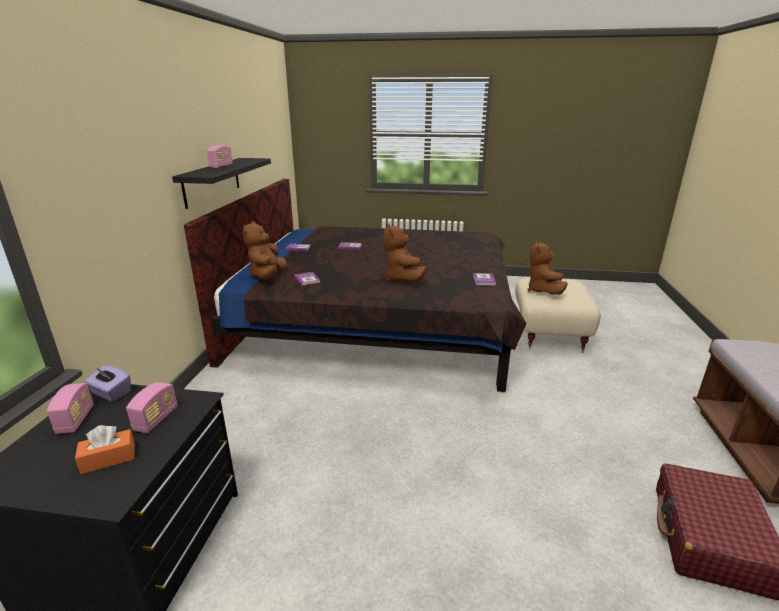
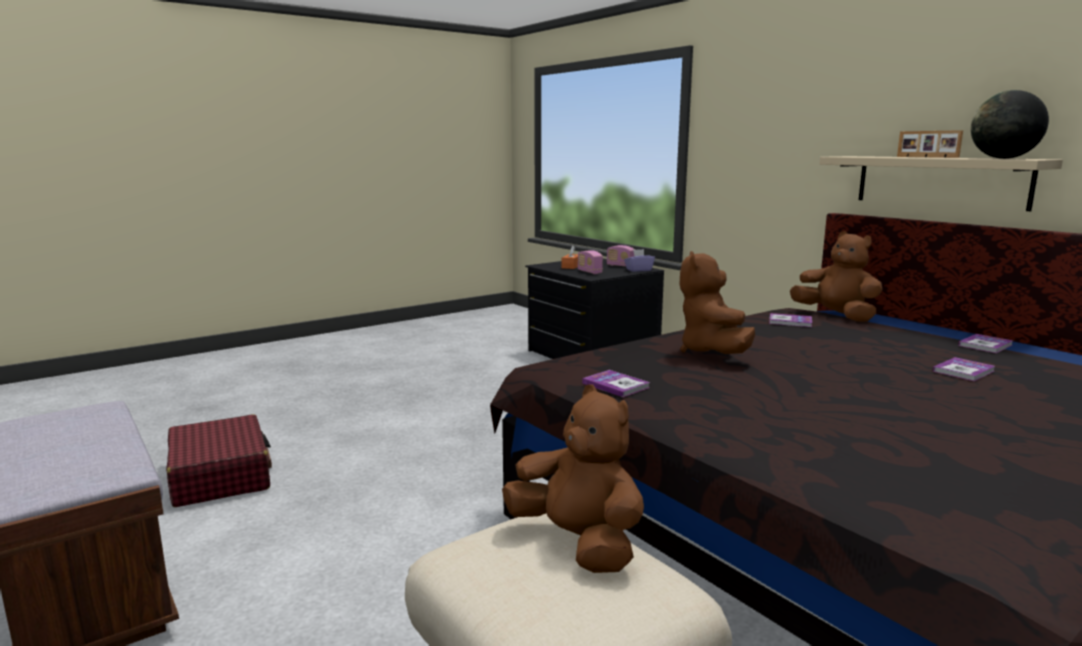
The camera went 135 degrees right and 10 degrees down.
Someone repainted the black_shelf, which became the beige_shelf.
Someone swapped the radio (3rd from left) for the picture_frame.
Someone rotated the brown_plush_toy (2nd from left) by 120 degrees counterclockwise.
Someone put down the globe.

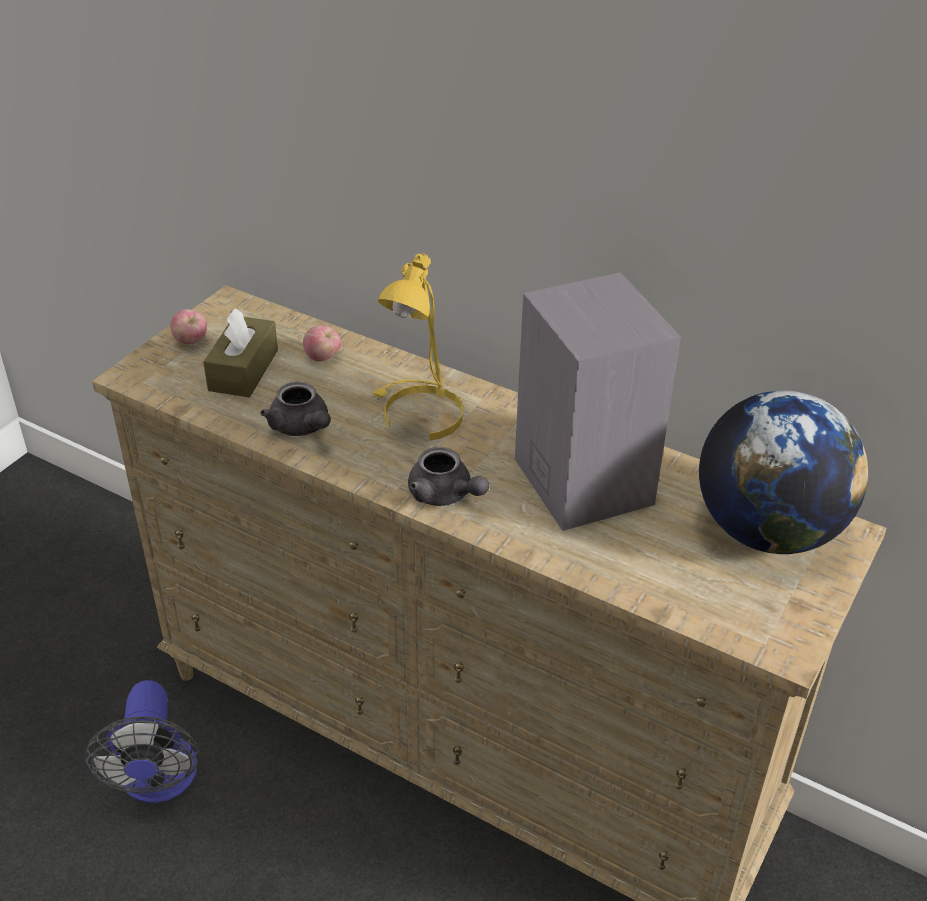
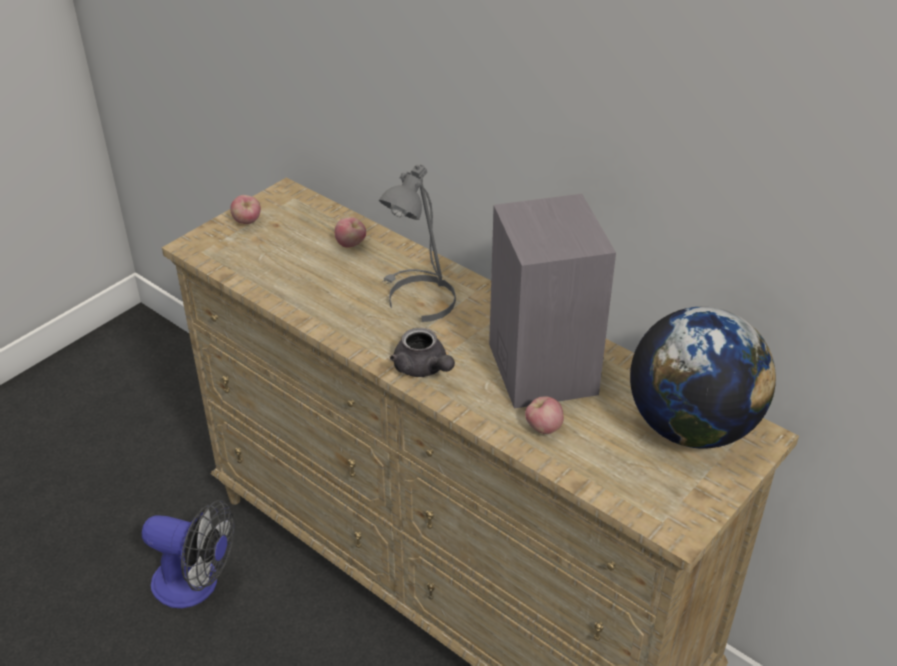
The camera went 10 degrees right and 0 degrees up.
Someone rotated the fan by 75 degrees counterclockwise.
Someone took away the brown_tissue_box.
Someone took away the grey_teapot (1st from left).
Someone repainted the yellow_table_lamp, which became the grey_table_lamp.
Someone put down the apple (3rd from left).

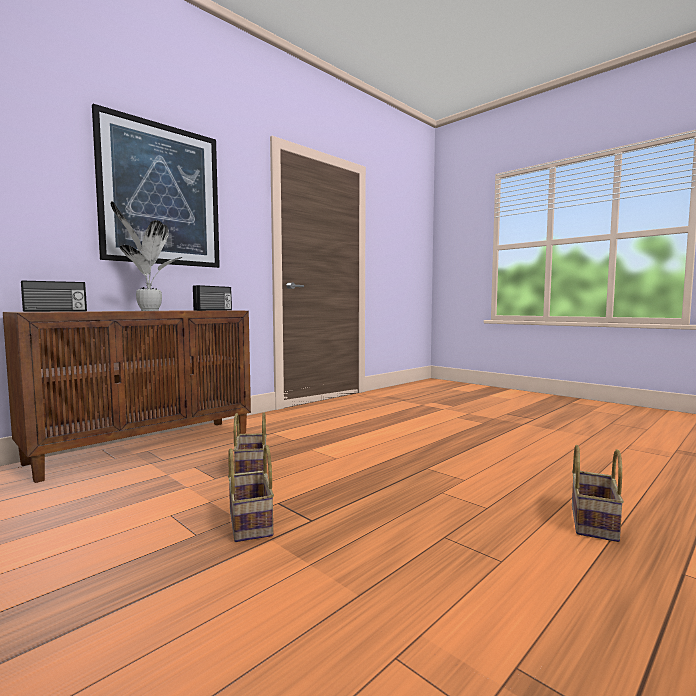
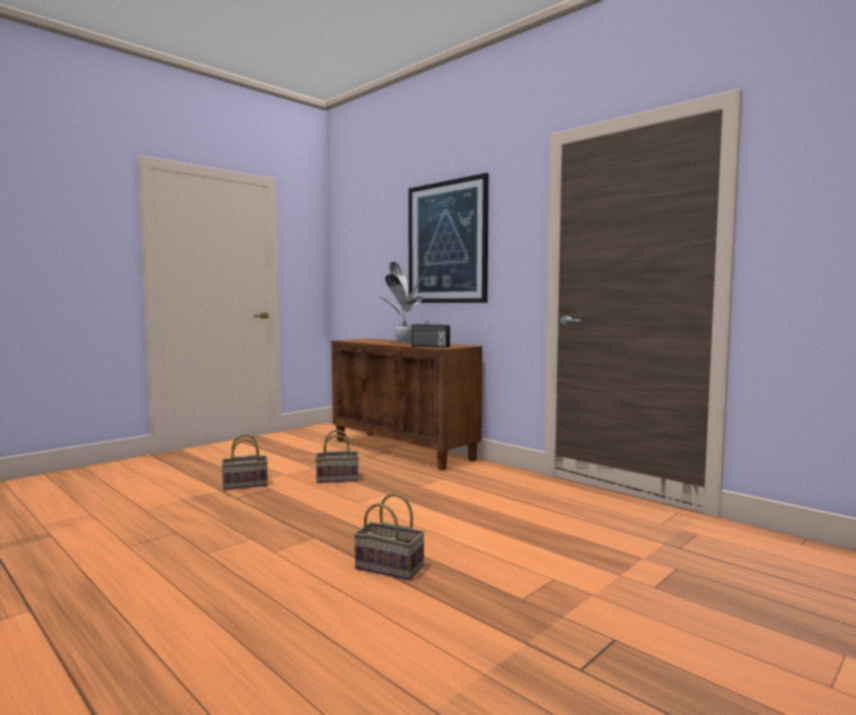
The camera went 90 degrees right and 0 degrees up.
Someone took away the radio (1st from left).
Someone carried the basket (3rd from left).

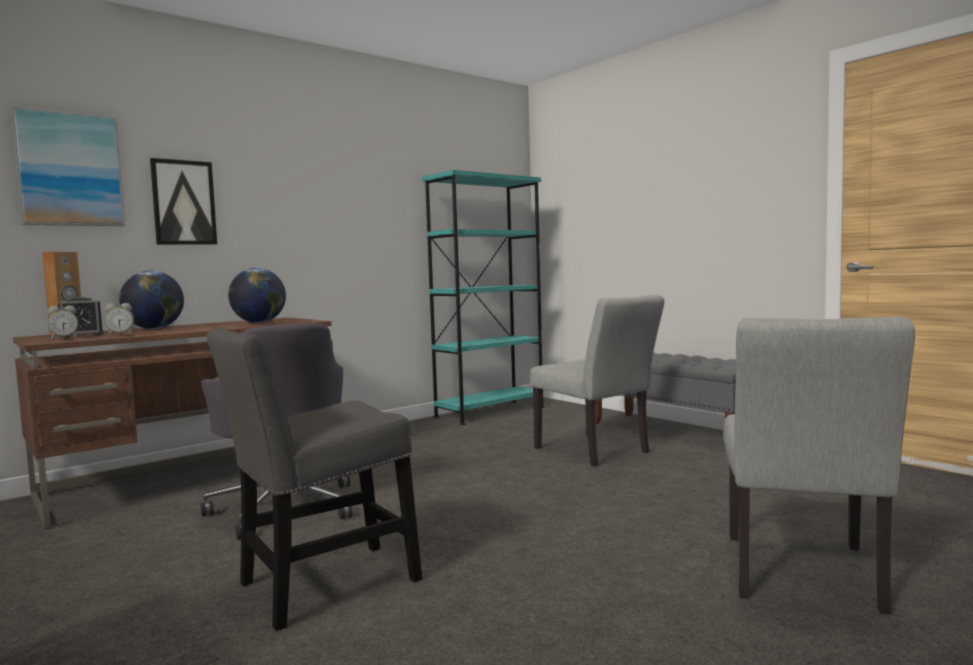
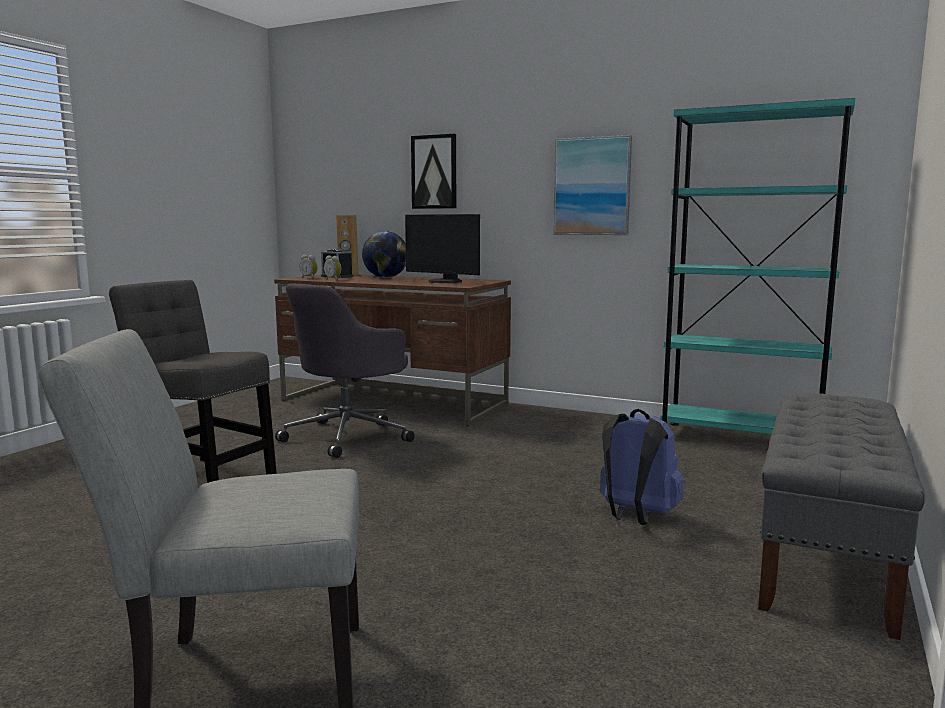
The camera went 65 degrees right and 5 degrees up.
Someone carried the picture (1st from left in the first image).
Someone swapped the globe (2nd from left) for the monitor.
Someone swapped the grey_chair (2nd from left) for the blue_backpack.

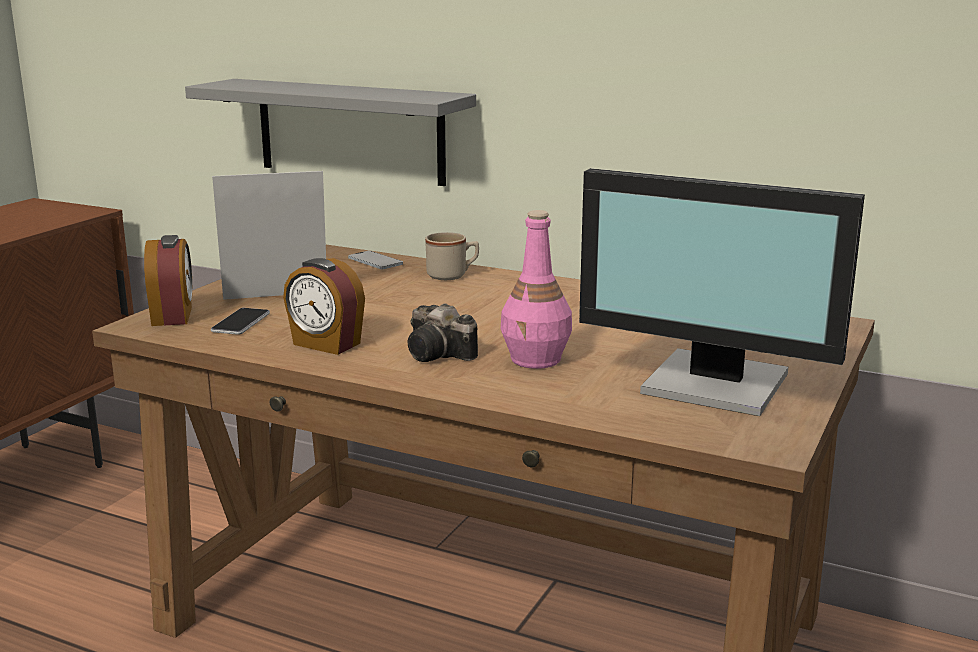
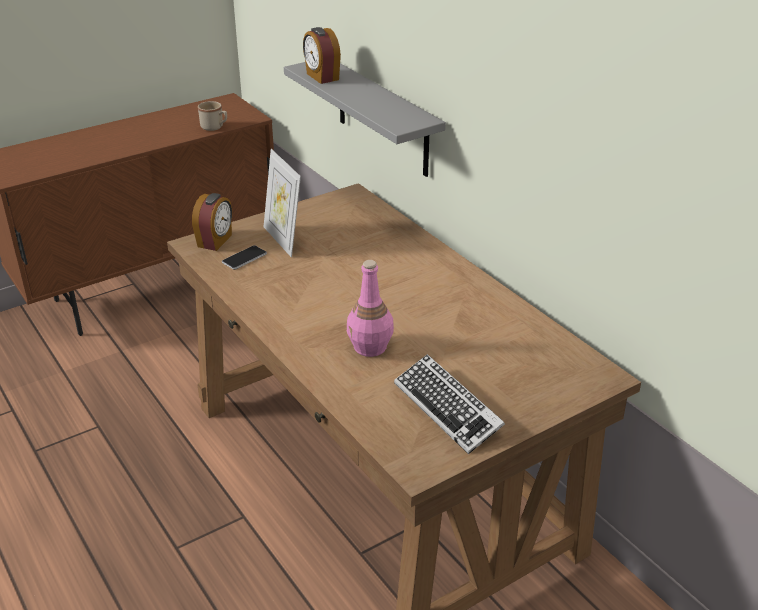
The camera went 30 degrees right and 15 degrees up.
Someone rotated the picture_frame by 135 degrees counterclockwise.
Someone carried the alarm_clock (2nd from left).
Someone took away the phone (2nd from left).
Someone took away the photo_camera.
Someone carried the beige_mug.
Someone swapped the monitor for the keyboard.

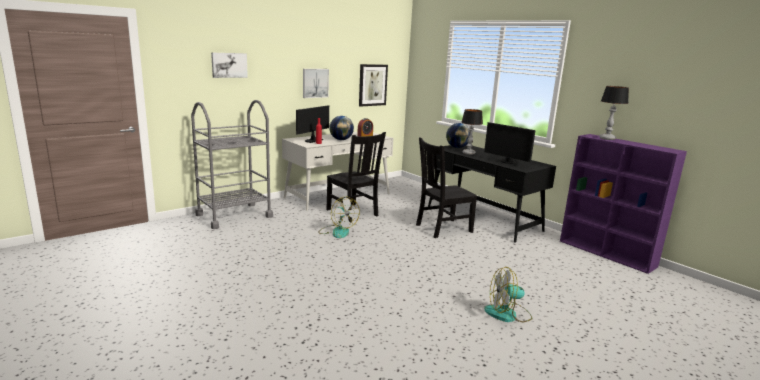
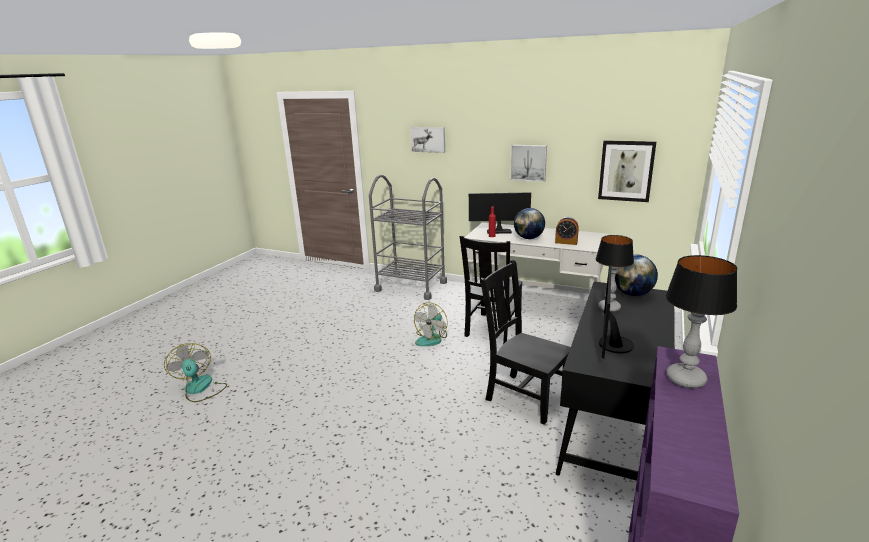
The camera went 65 degrees right and 5 degrees up.
Someone carried the fan (2nd from left in the first image).

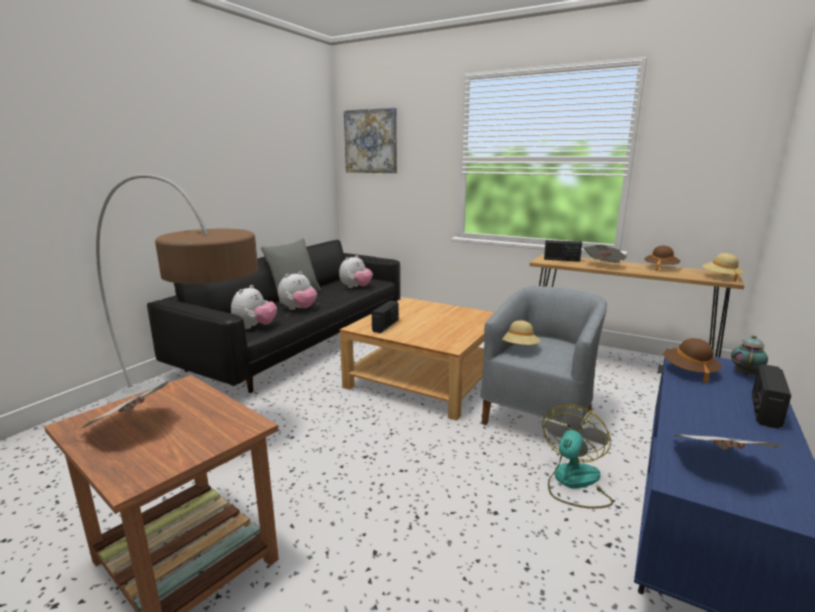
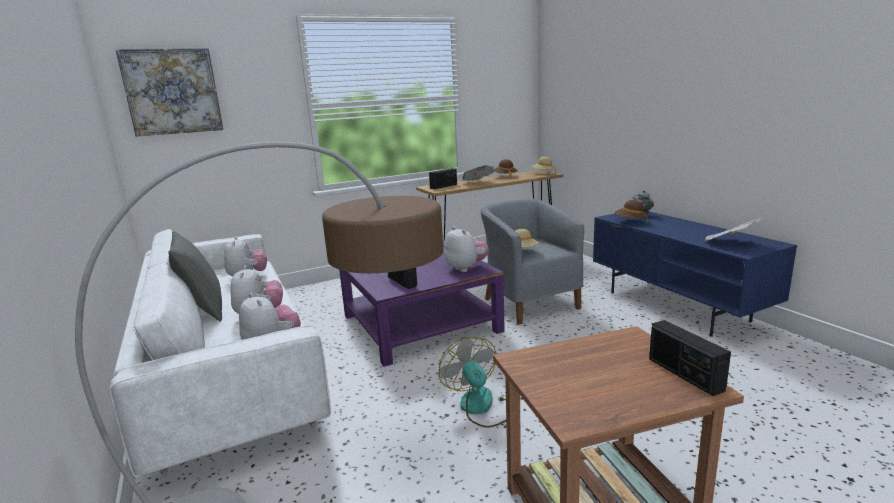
The camera went 55 degrees left and 0 degrees up.
Someone took away the newspaper (1st from left).
Someone repainted the black_sofa, which became the white_sofa.
Someone repainted the beige_coffee_table, which became the purple_coffee_table.
Someone carried the fan.
Someone carried the radio (3rd from left).
Someone put down the plush_toy (4th from left).

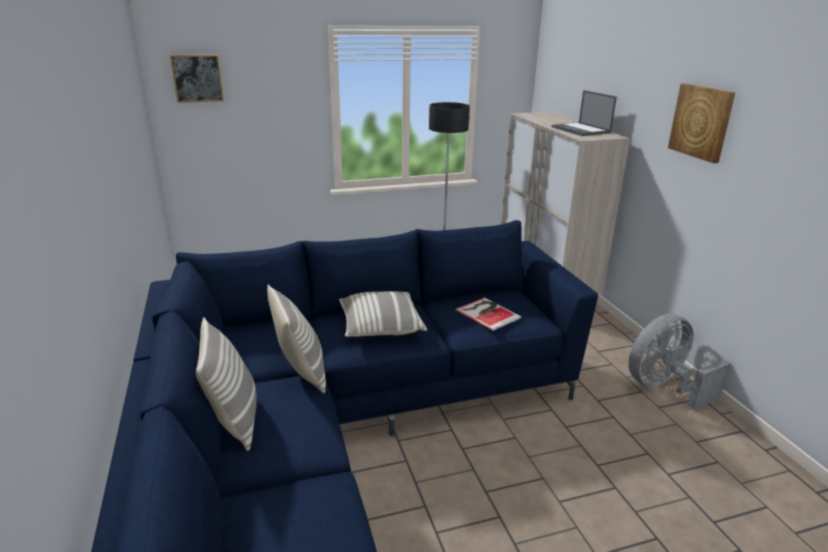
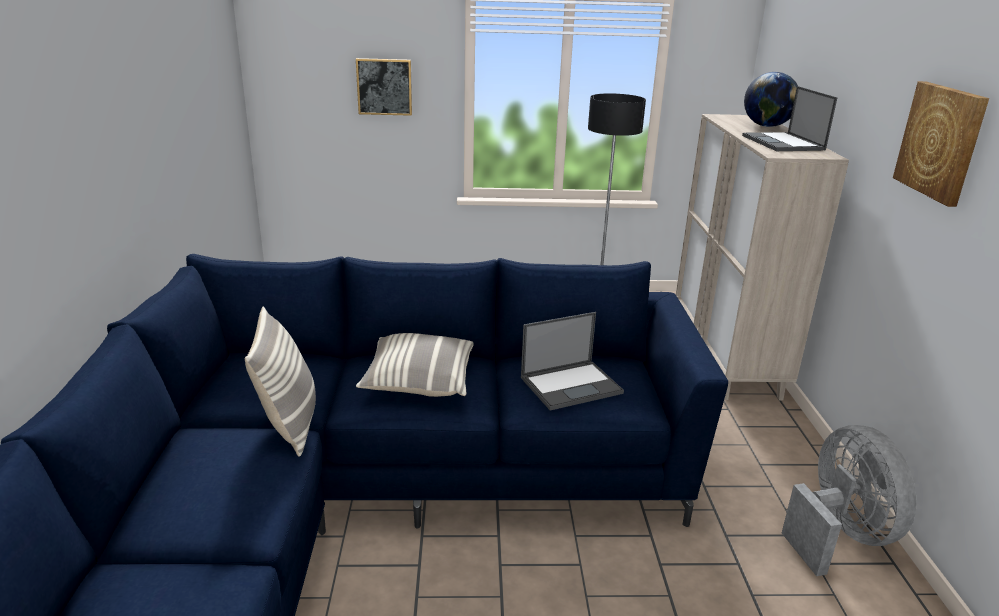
The camera went 15 degrees right and 0 degrees up.
Someone carried the picture (1st from left).
Someone took away the pillow (1st from left).
Someone swapped the book for the laptop (1st from left).
Someone rotated the grey_fan by 90 degrees clockwise.
Someone put down the globe.

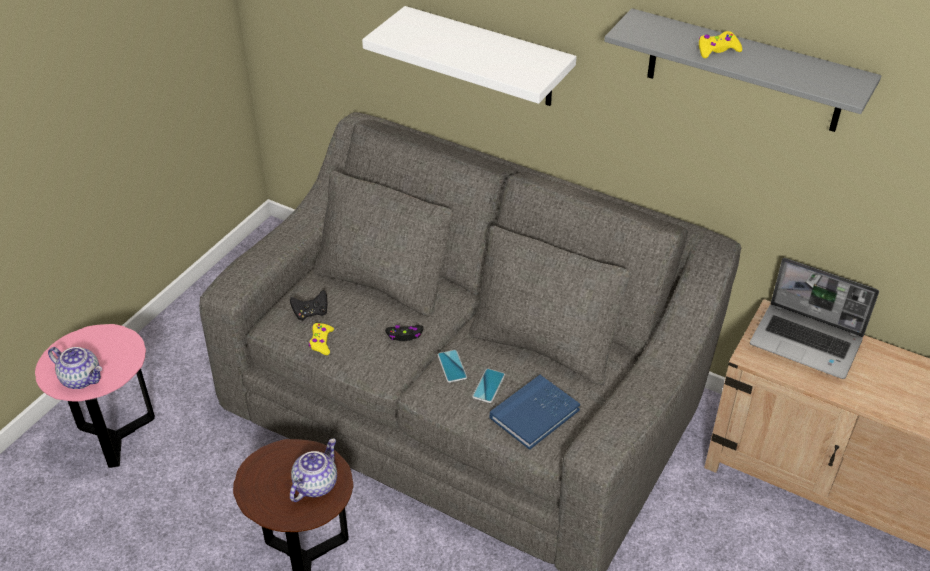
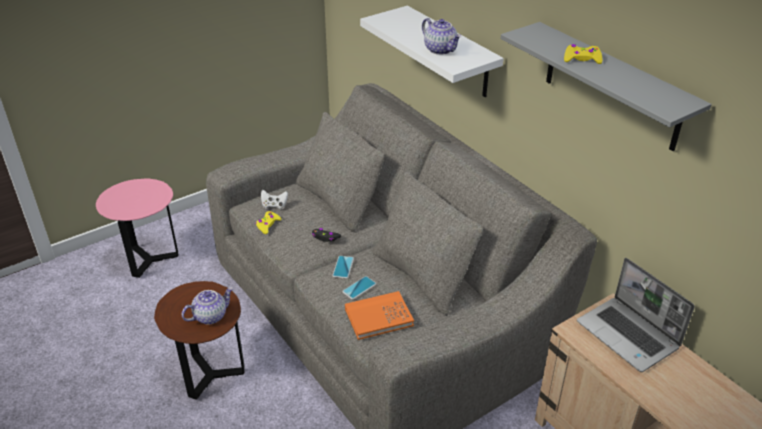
The camera went 25 degrees right and 5 degrees down.
Someone carried the teapot (1st from left in the first image).
Someone repainted the black_game_controller (1st from left), which became the white_game_controller.
Someone repainted the blue_book, which became the orange_book.

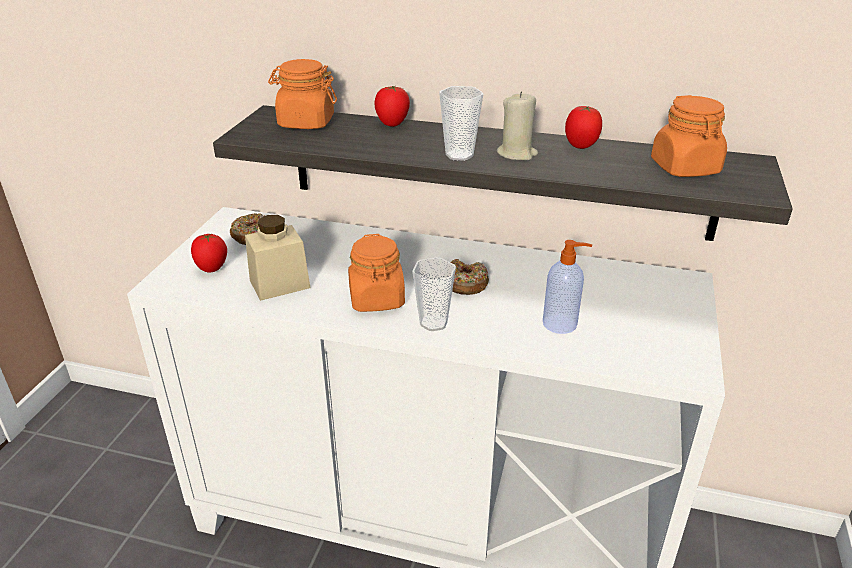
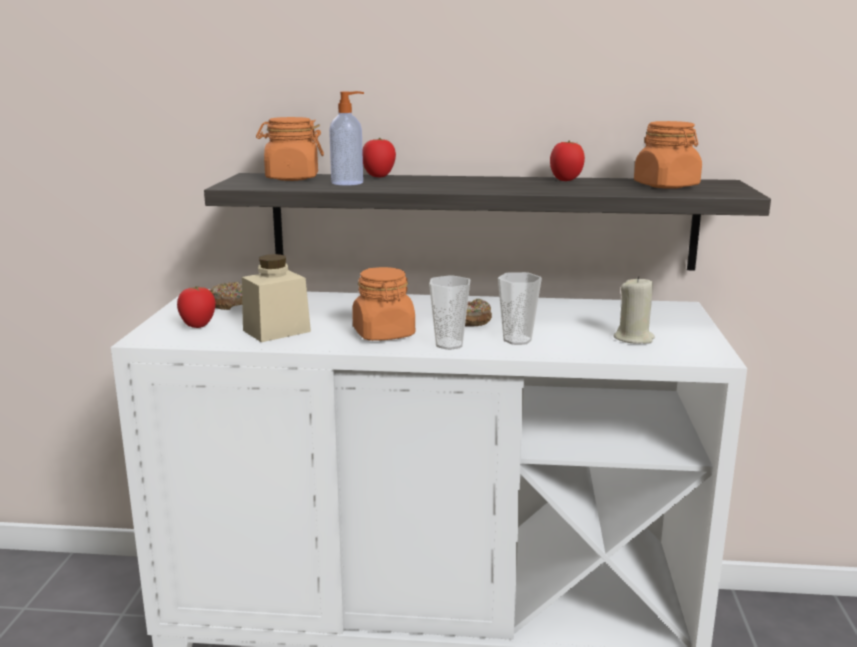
The camera went 10 degrees left and 15 degrees down.
Someone carried the cup (2nd from left).
Someone carried the beige_candle.
Someone carried the soap_dispenser.

